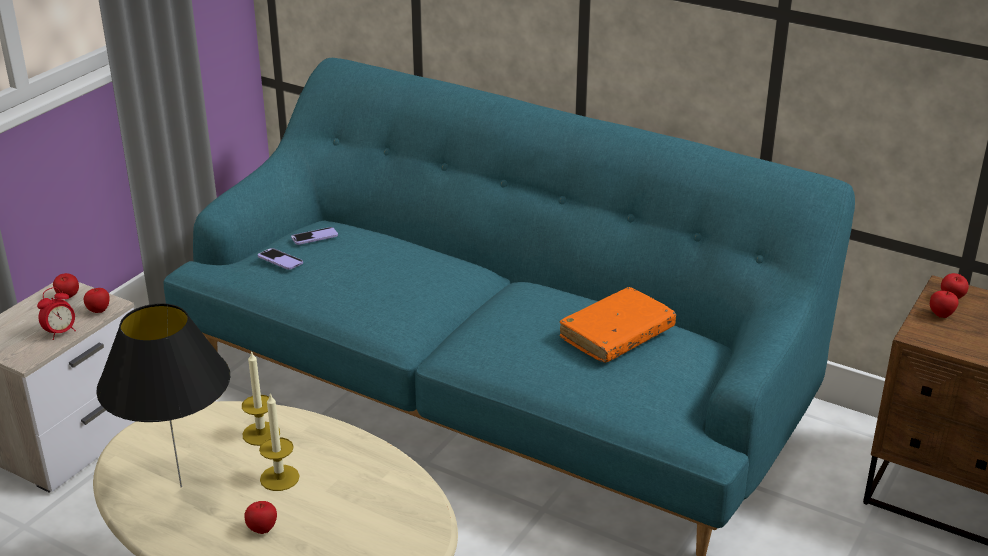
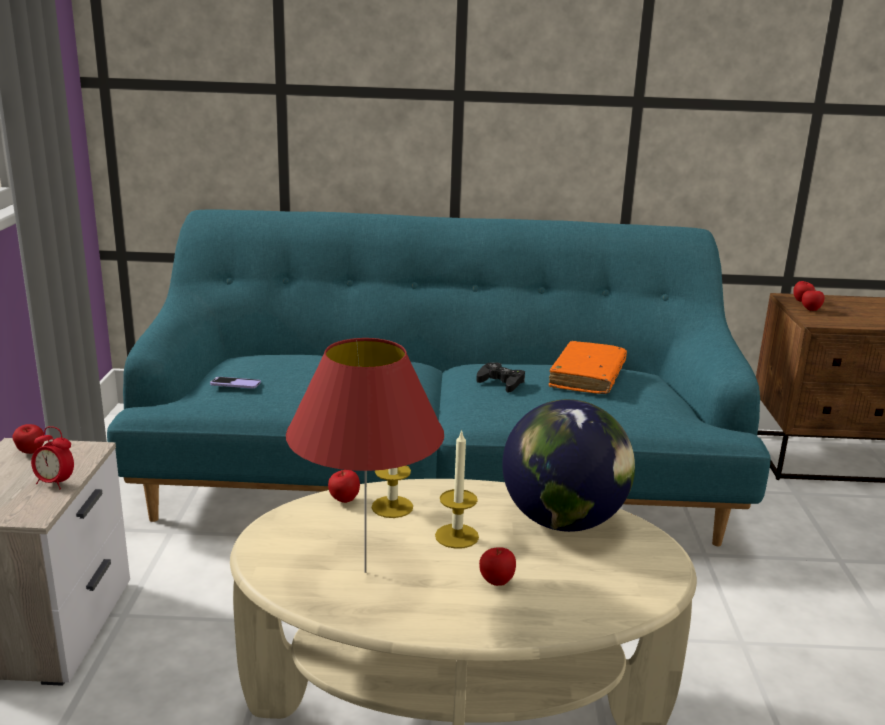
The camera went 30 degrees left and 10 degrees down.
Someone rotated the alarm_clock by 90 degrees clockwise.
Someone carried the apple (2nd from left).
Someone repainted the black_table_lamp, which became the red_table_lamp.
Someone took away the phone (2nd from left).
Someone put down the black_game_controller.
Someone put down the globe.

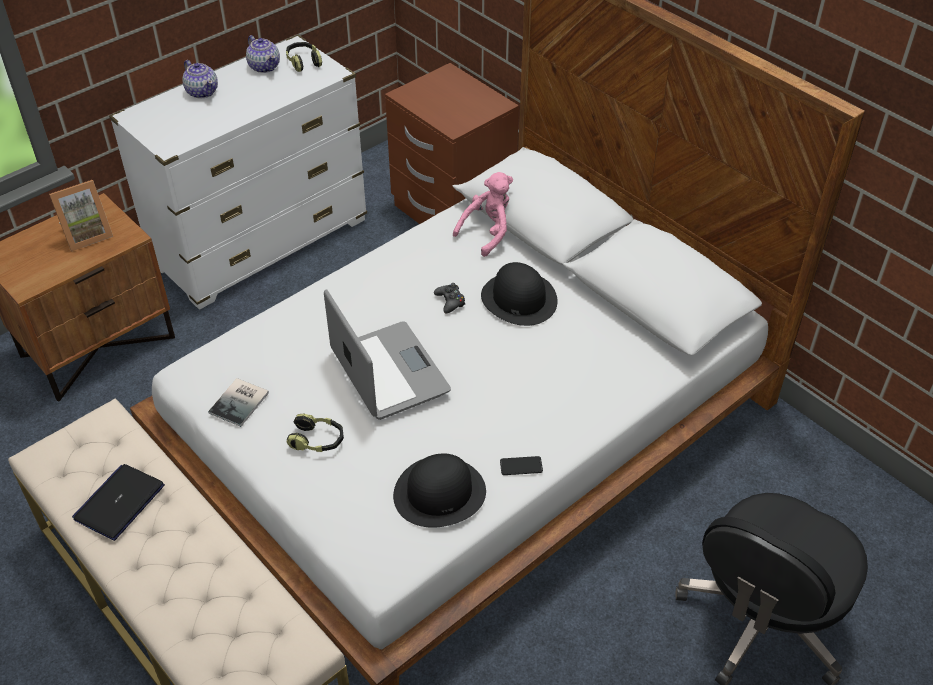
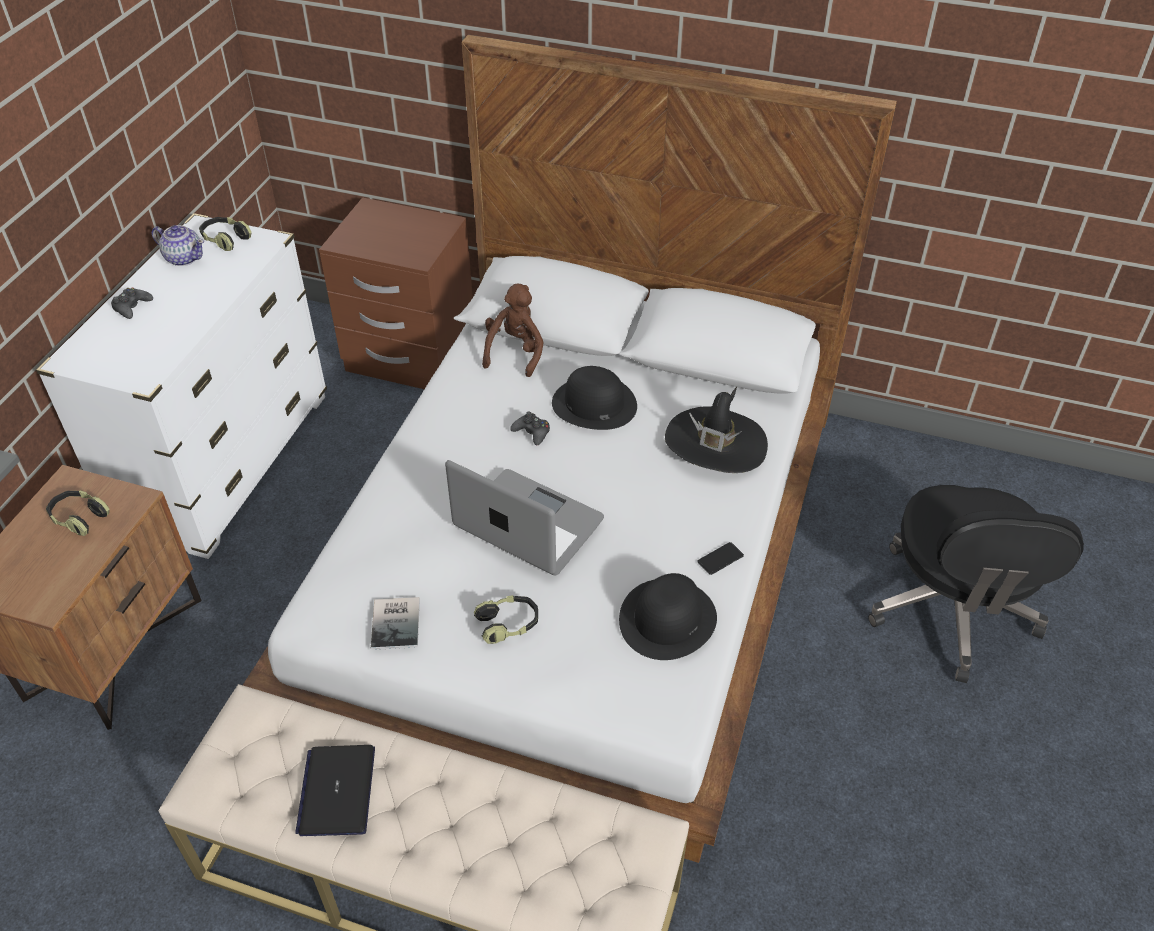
The camera went 30 degrees left and 0 degrees up.
Someone swapped the picture_frame for the headphones (1st from left).
Someone swapped the teapot (1st from left) for the black_game_controller (1st from left).
Someone repainted the pink_plush_toy, which became the brown_plush_toy.
Someone put down the black_hat (3rd from left).

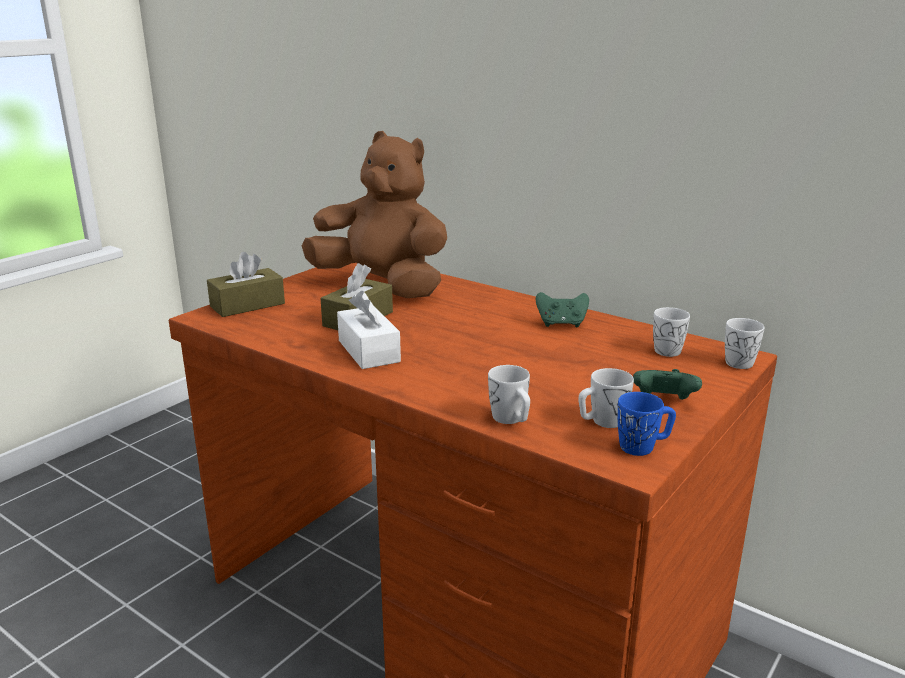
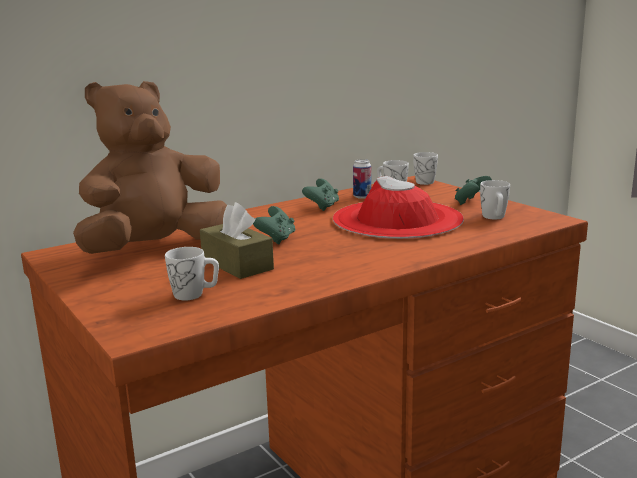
The camera went 70 degrees left and 5 degrees down.
Someone took away the brown_tissue_box (1st from left).
Someone took away the white_tissue_box.
Someone carried the white_mug (1st from left).
Someone took away the blue_mug.
Someone put down the green_game_controller (1st from left).
Someone put down the red_hat.
Someone put down the can.

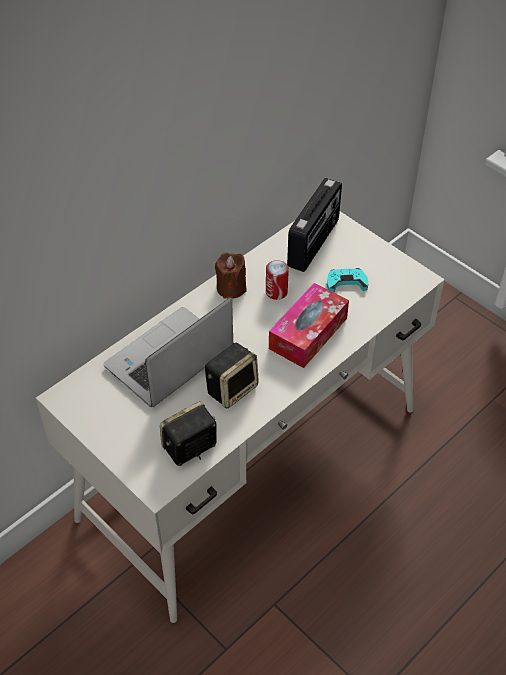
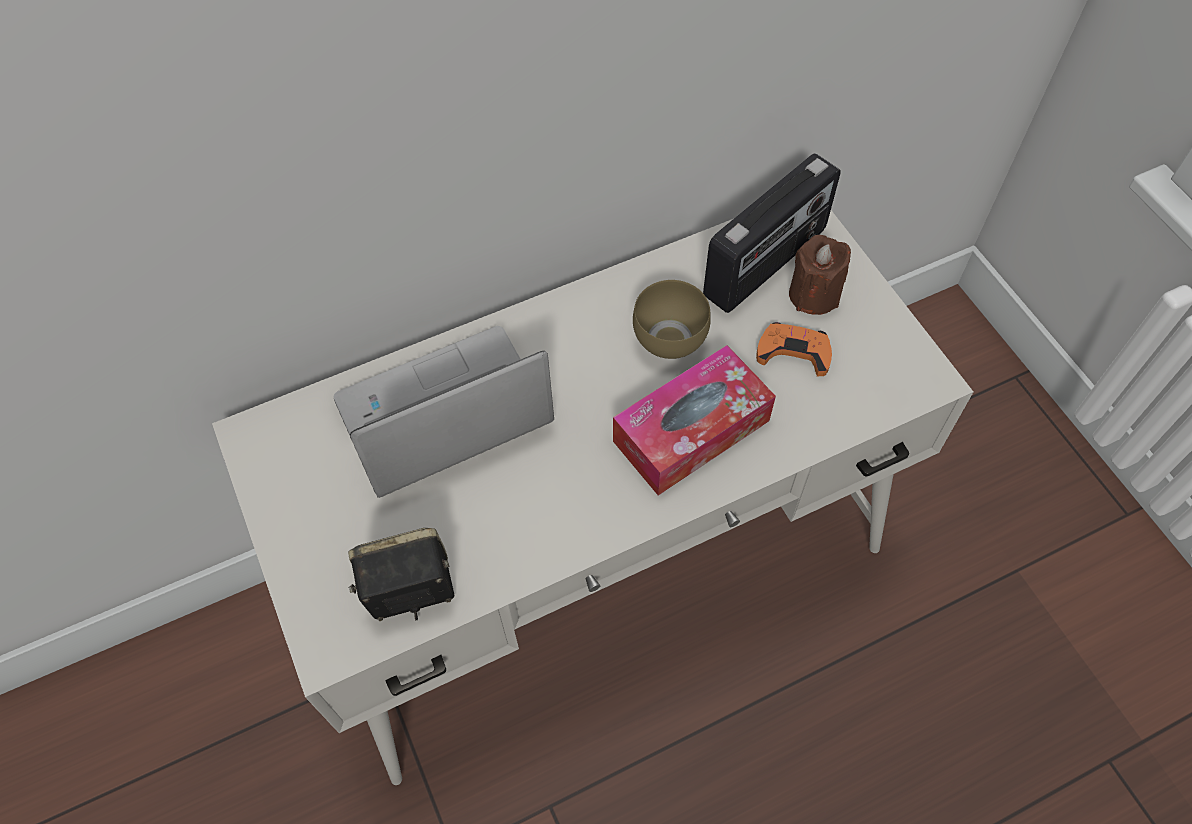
The camera went 20 degrees right and 10 degrees up.
Someone took away the speaker (2nd from left).
Someone carried the brown_candle.
Someone swapped the can for the brown_bowl.
Someone repainted the turquoise_game_controller, which became the orange_game_controller.

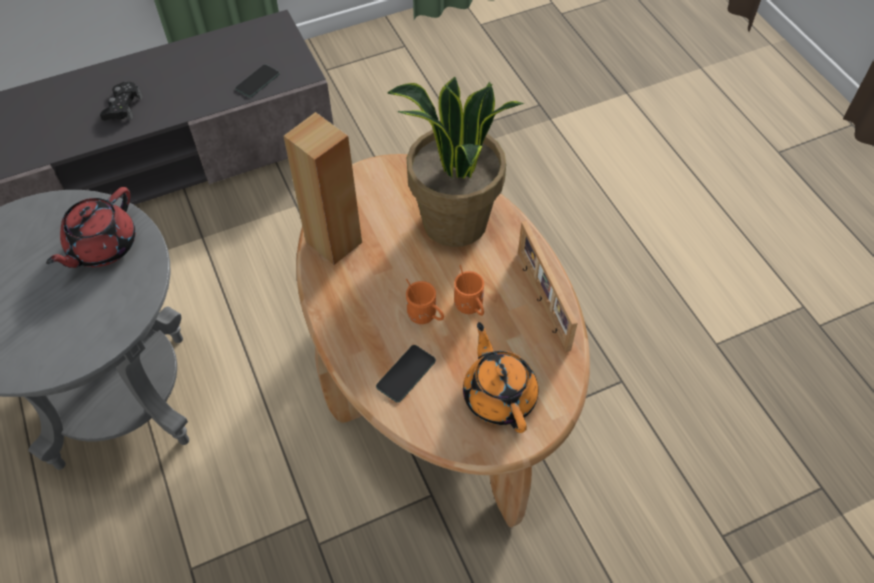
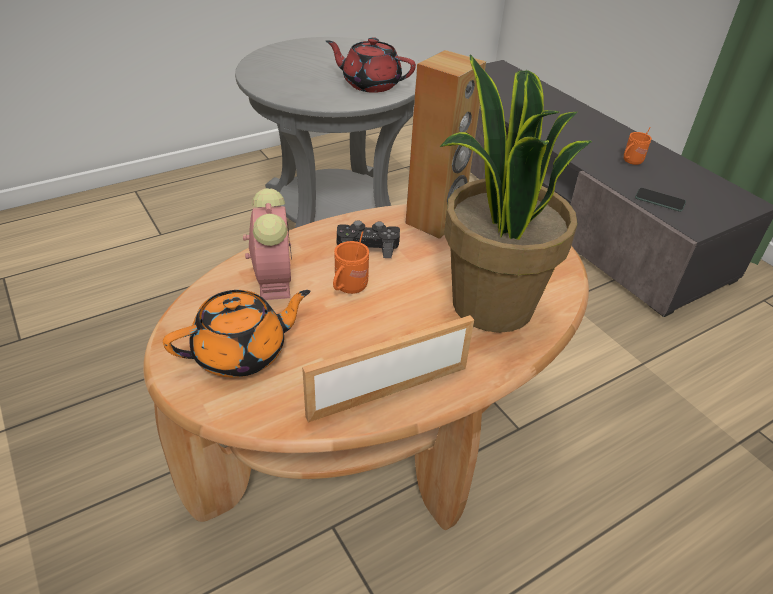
The camera went 80 degrees right and 15 degrees down.
Someone carried the black_game_controller.
Someone swapped the phone (2nd from left) for the alarm_clock.
Someone carried the orange_mug (2nd from left).

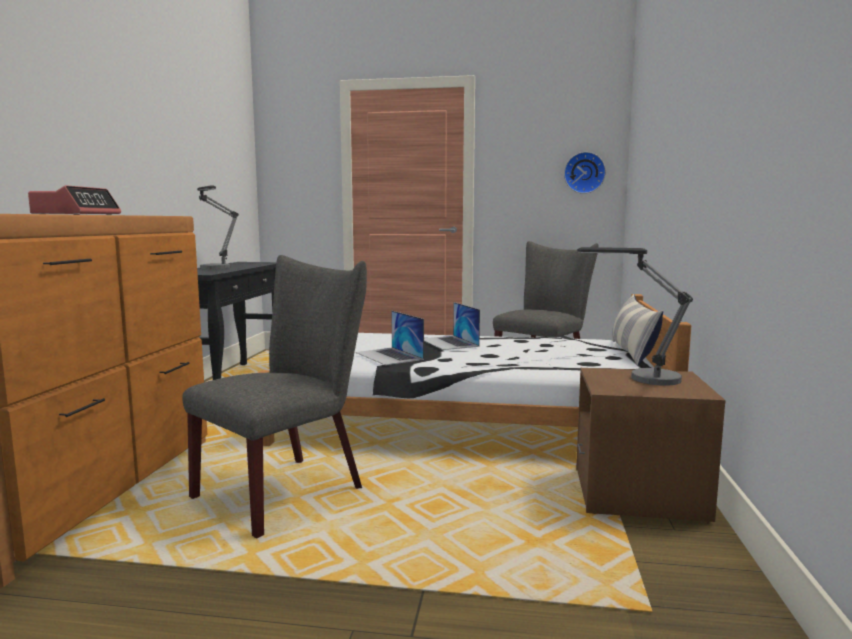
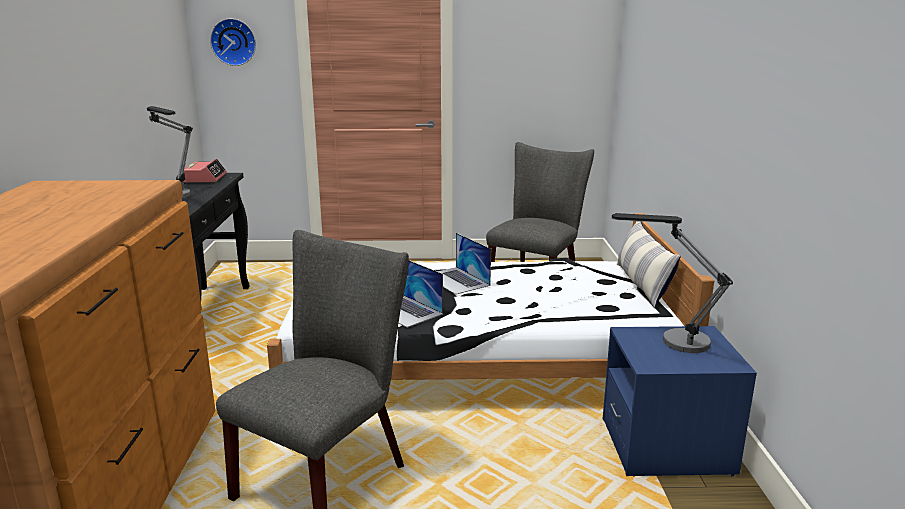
The camera went 10 degrees left and 10 degrees up.
Someone carried the alarm_clock.
Someone carried the wall_clock.
Someone repainted the brown_nightstand, which became the blue_nightstand.

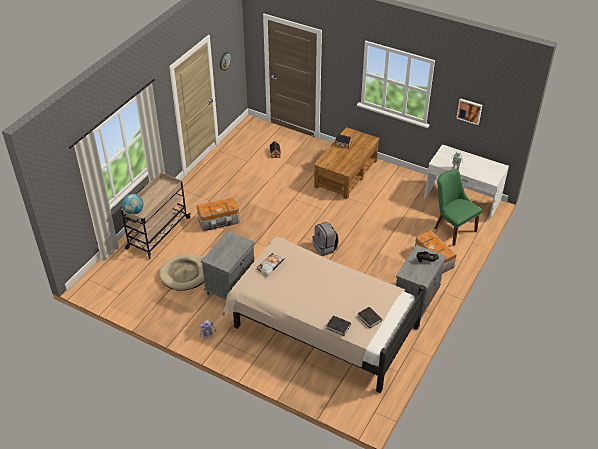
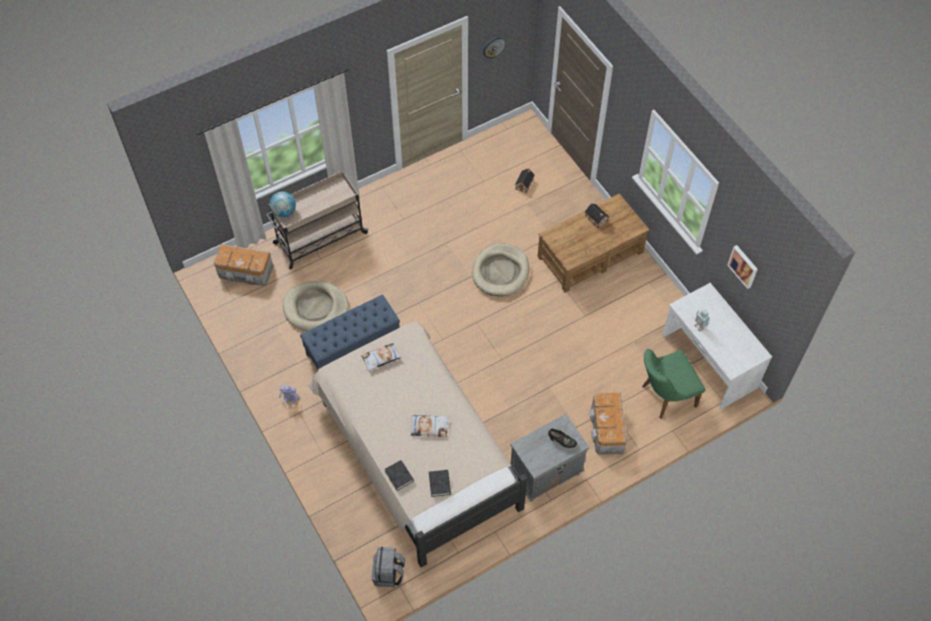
The camera went 30 degrees right and 15 degrees up.
Someone carried the storage_box (1st from left).
Someone swapped the grey_nightstand (1st from left) for the blue_bench.
Someone carried the grey_backpack.
Someone rotated the green_chair by 105 degrees counterclockwise.
Someone put down the pillow (2nd from left).
Someone put down the beige_dog_bed (2nd from left).

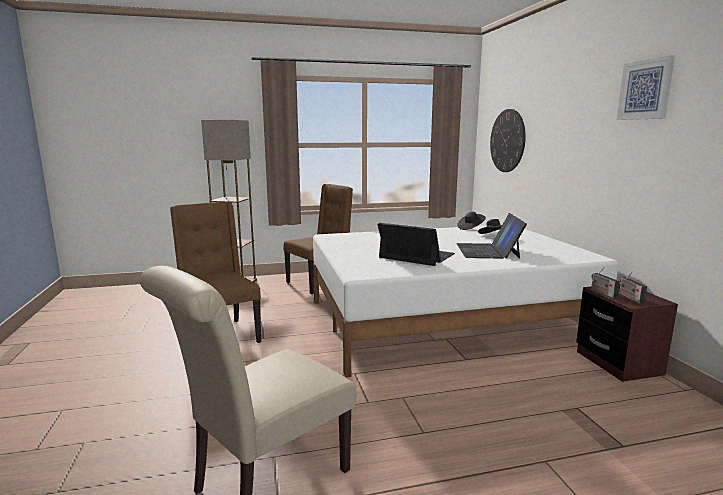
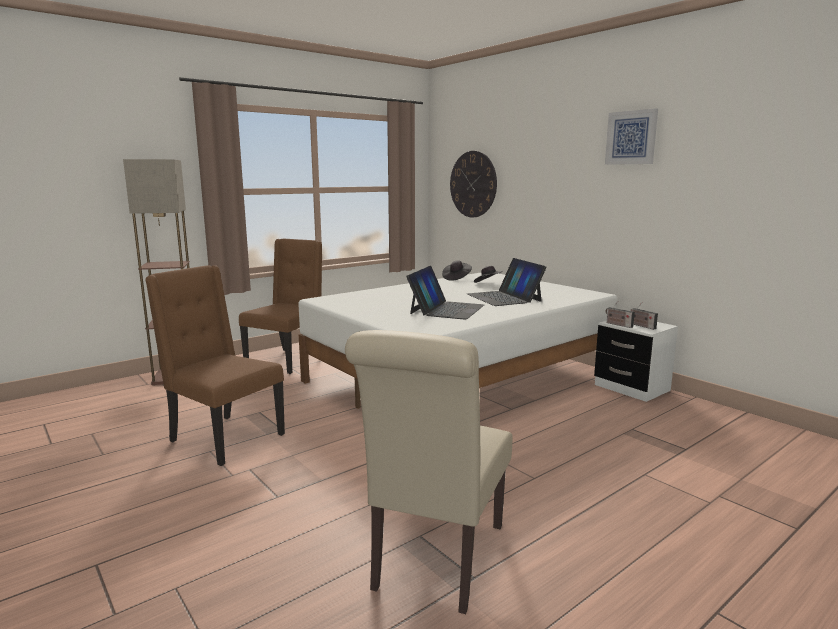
The camera went 25 degrees left and 0 degrees up.
Someone rotated the laptop (1st from left) by 105 degrees clockwise.
Someone repainted the brown_nightstand, which became the white_nightstand.

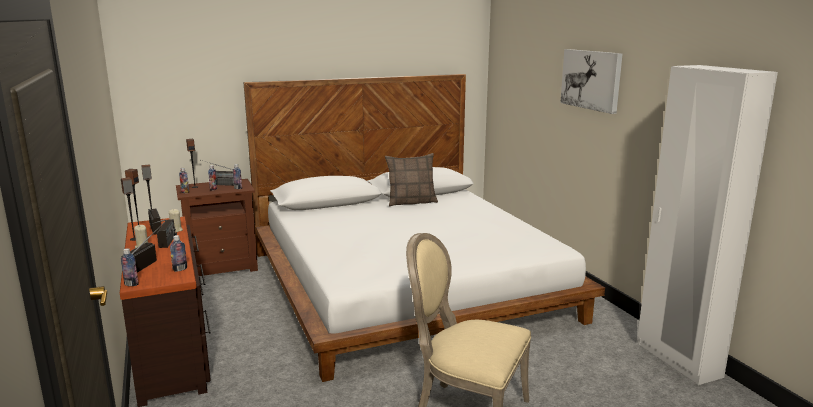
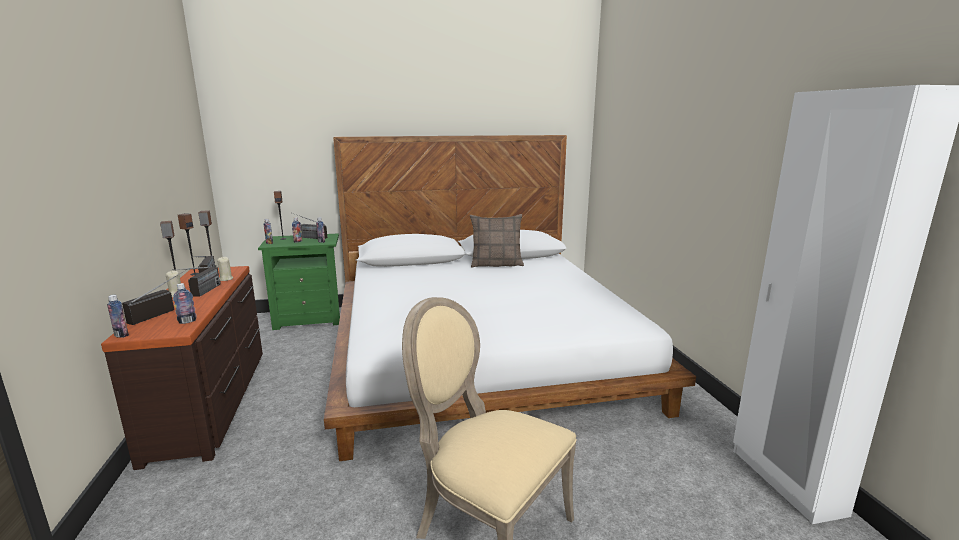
The camera went 10 degrees right and 0 degrees up.
Someone repainted the brown_nightstand, which became the green_nightstand.
Someone took away the picture.

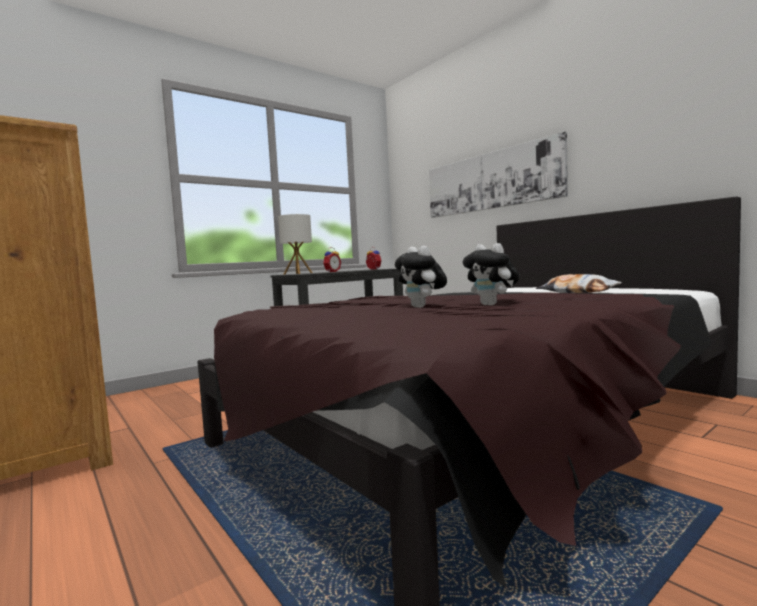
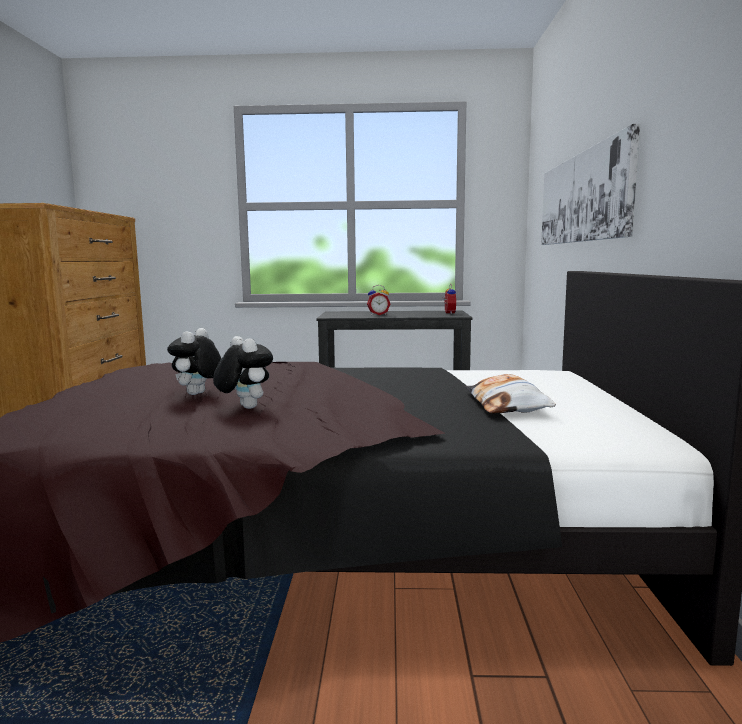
The camera went 40 degrees right and 5 degrees up.
Someone took away the table_lamp.
Someone rotated the plush_toy (2nd from left) by 135 degrees clockwise.

